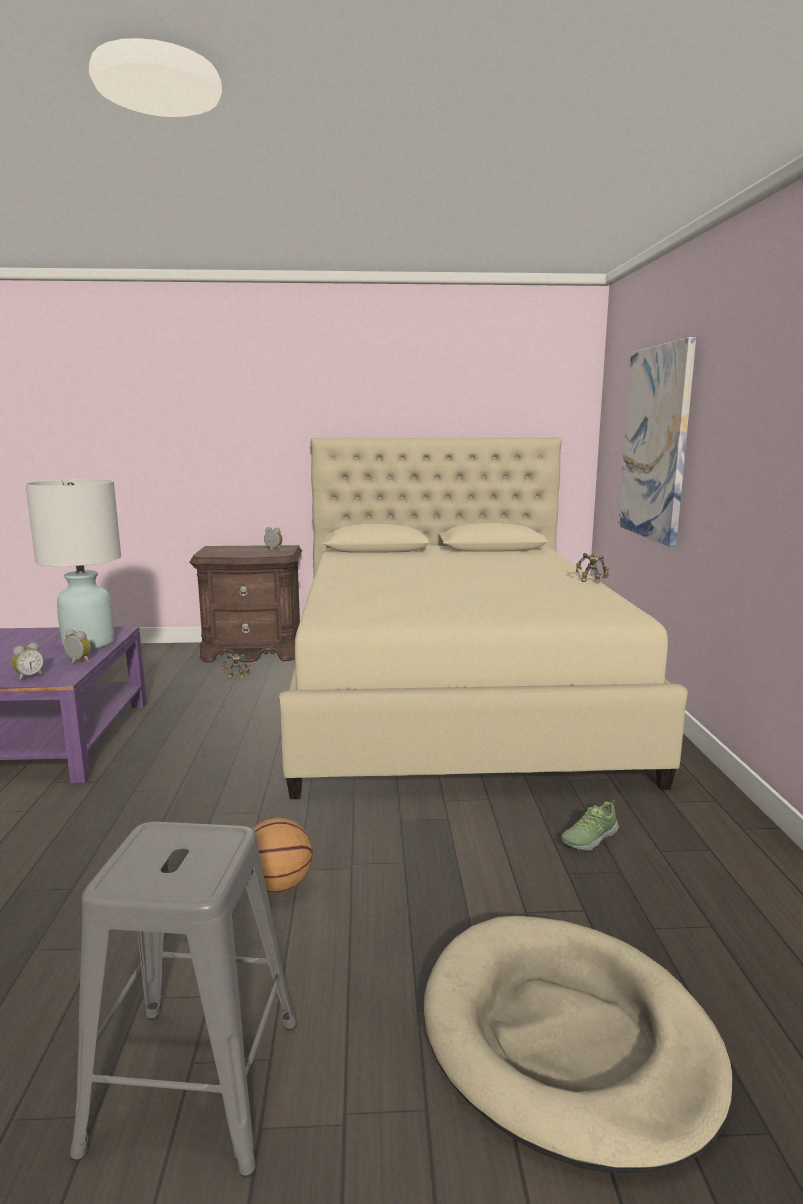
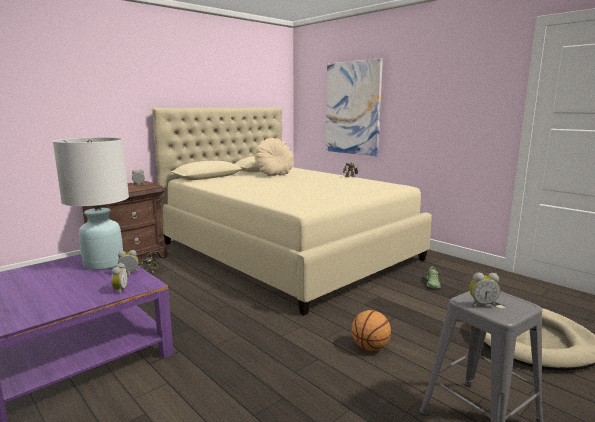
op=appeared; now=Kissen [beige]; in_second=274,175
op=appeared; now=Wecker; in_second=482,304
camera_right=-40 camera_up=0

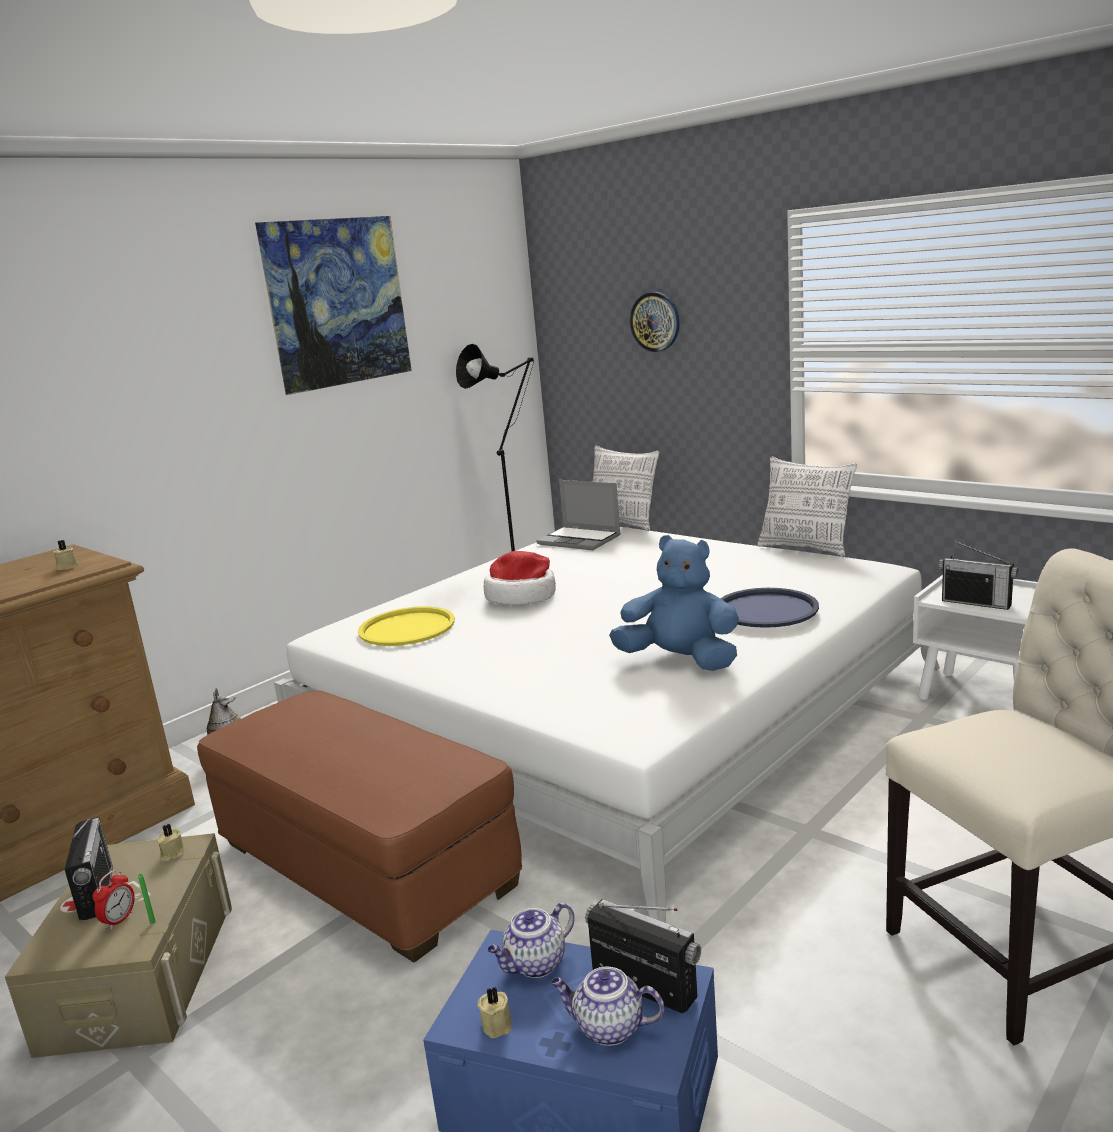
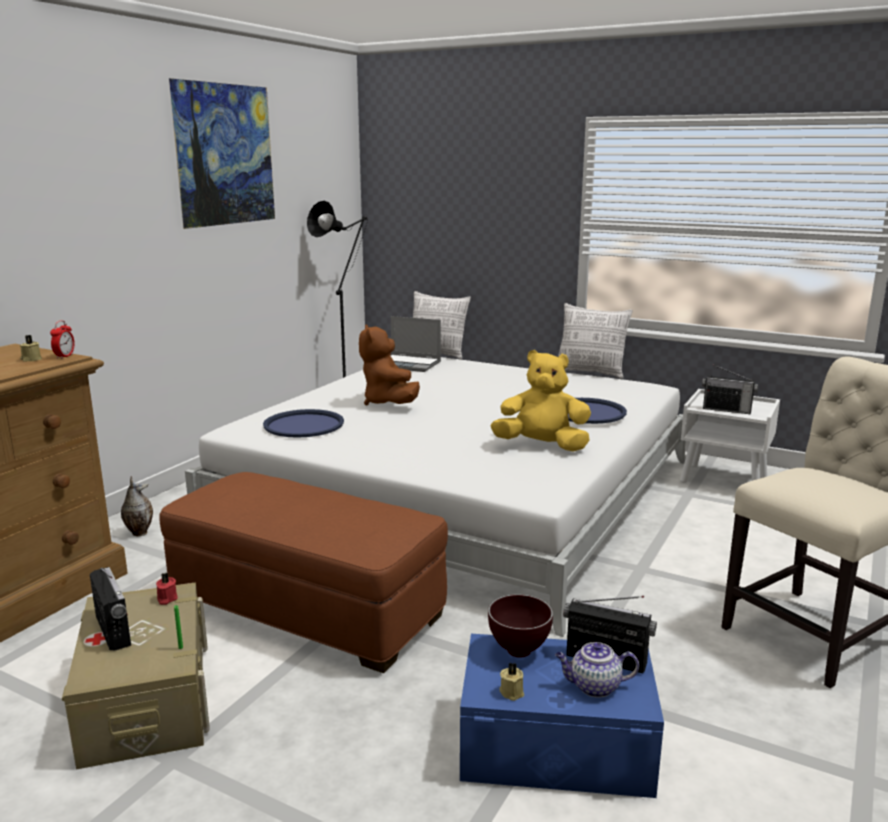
op=missing; was=Wanduhr; in_first=655,321
op=colour; was=Plüschtier [blau]; now=Plüschtier [gelb]; in_first=680,661; in_second=542,446
op=exchanged; was=Hut; now=Plüschtier [braun]; in_first=522,596; in_second=388,403
op=colour; was=Tablett [gelb]; now=Tablett [blau]; in_first=407,628; in_second=304,425
op=colour; was=Kerze [beige]; now=Kerze [rot]; in_first=172,854; in_second=166,599
op=relocated; was=Wecker; in_first=119,920; in_second=64,356
op=exchanged; was=Teekanne; now=Schüssel [braun]; in_first=535,964; in_second=519,652
camera_right=-15 camera_up=0

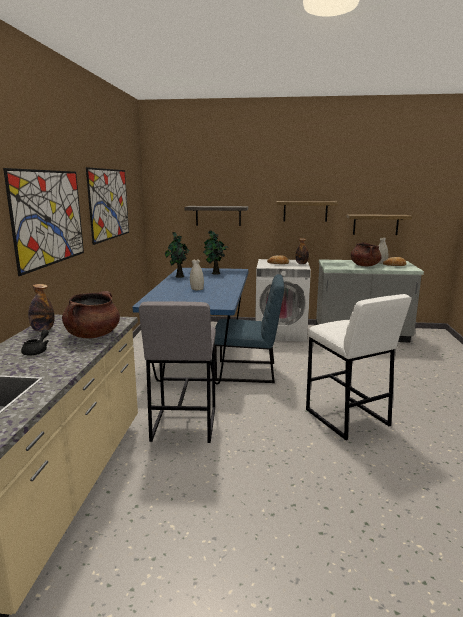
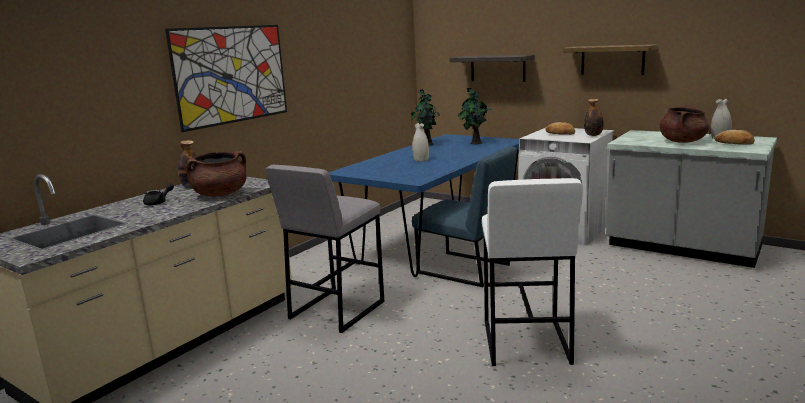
op=missing; was=Bild; in_first=109,204
op=missing; was=Wandregal; in_first=375,224
camera_right=30 camera_up=0

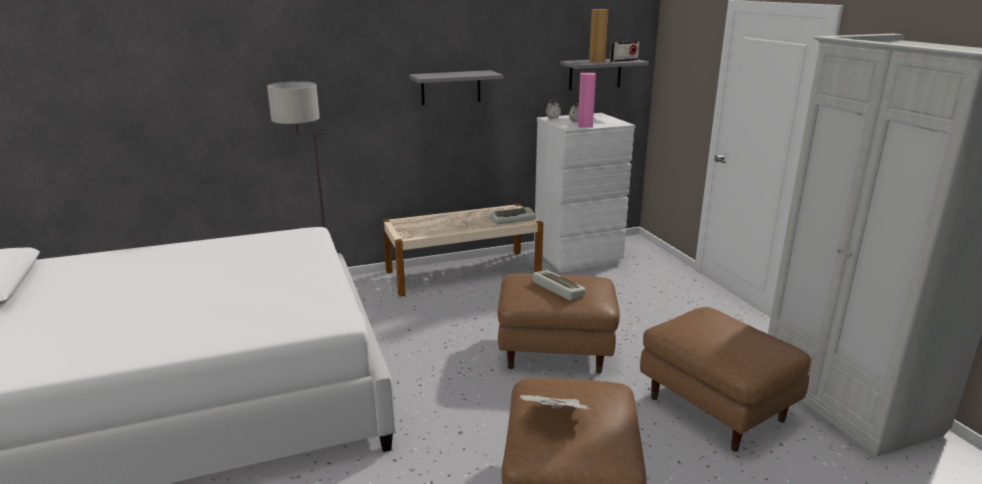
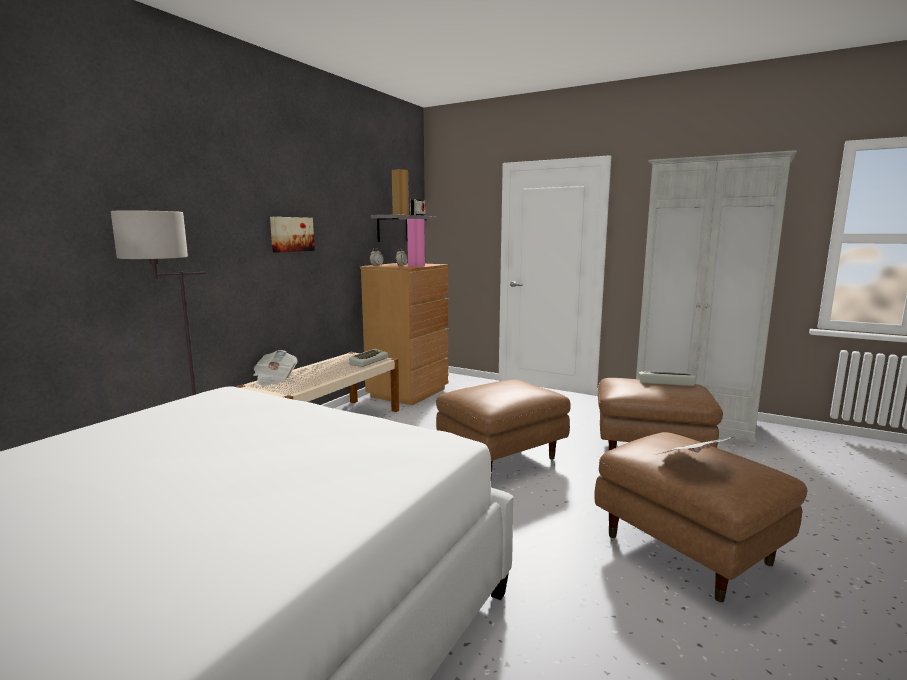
op=exchanged; was=Wandregal [grau]; now=Bild; in_first=451,87; in_second=291,234
op=colour; was=Kommode [weiß]; now=Kommode [braun]; in_first=577,257; in_second=407,392
op=relocated; was=Tastatur; in_first=556,288; in_second=665,382
op=appeared; now=Zeitung; in_second=274,380
camera_right=-40 camera_up=-10

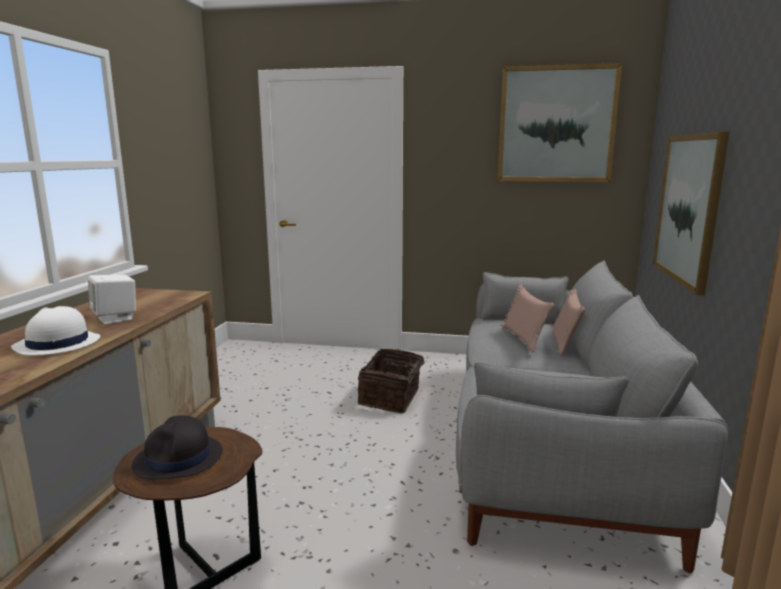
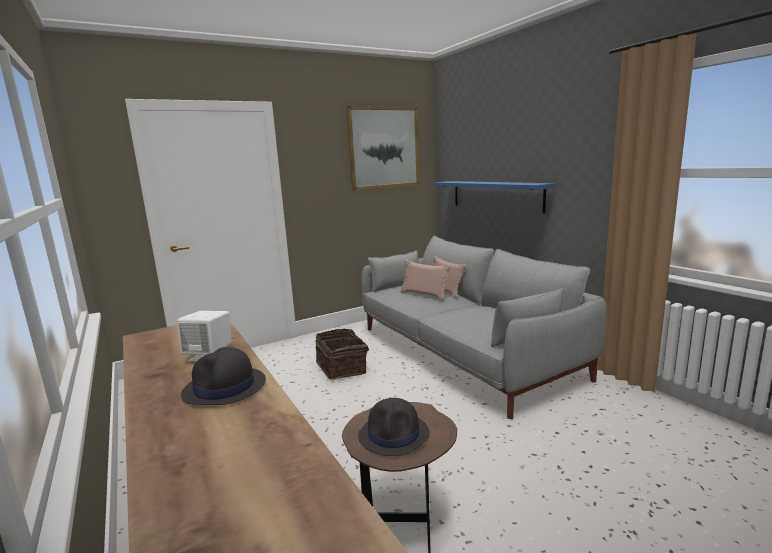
op=exchanged; was=Bild; now=Wandregal [blau]; in_first=688,208; in_second=495,195
op=colour; was=Hut [weiß]; now=Hut [schwarz]; in_first=57,344; in_second=224,388
camera_right=-40 camera_up=0

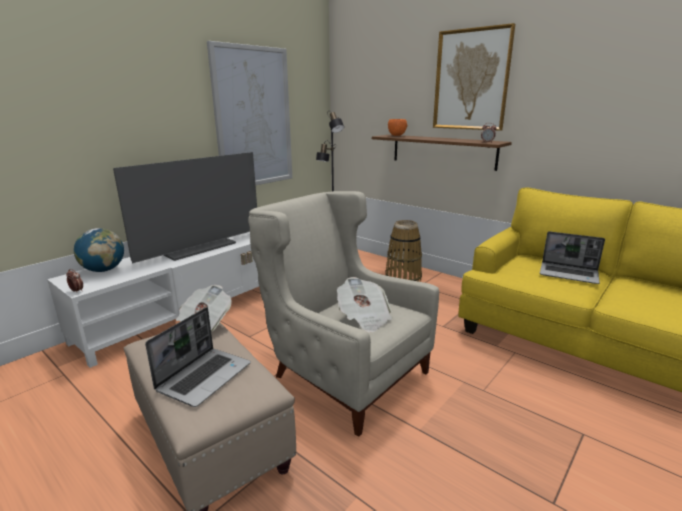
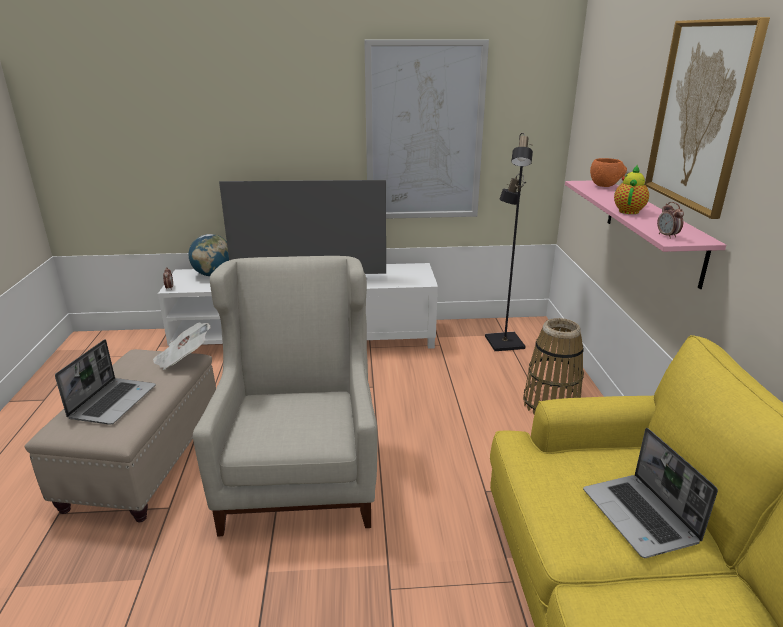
op=colour; was=Wandregal [braun]; now=Wandregal [rosa]; in_first=442,151; in_second=652,229
op=missing; was=Zeitung; in_first=364,318
op=spun; was=Laptop; in_first=205,376; in_second=113,402; clockwise=-60
op=appeared; now=Teekanne; in_second=629,211
camera_right=45 camera_up=5

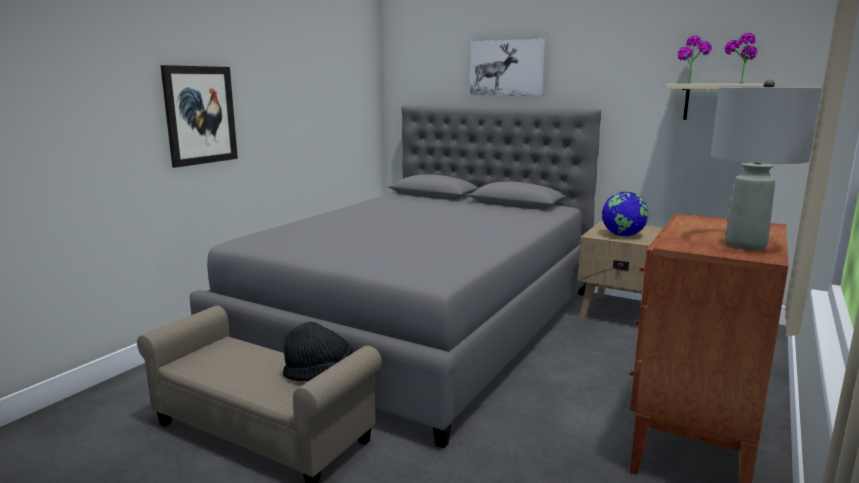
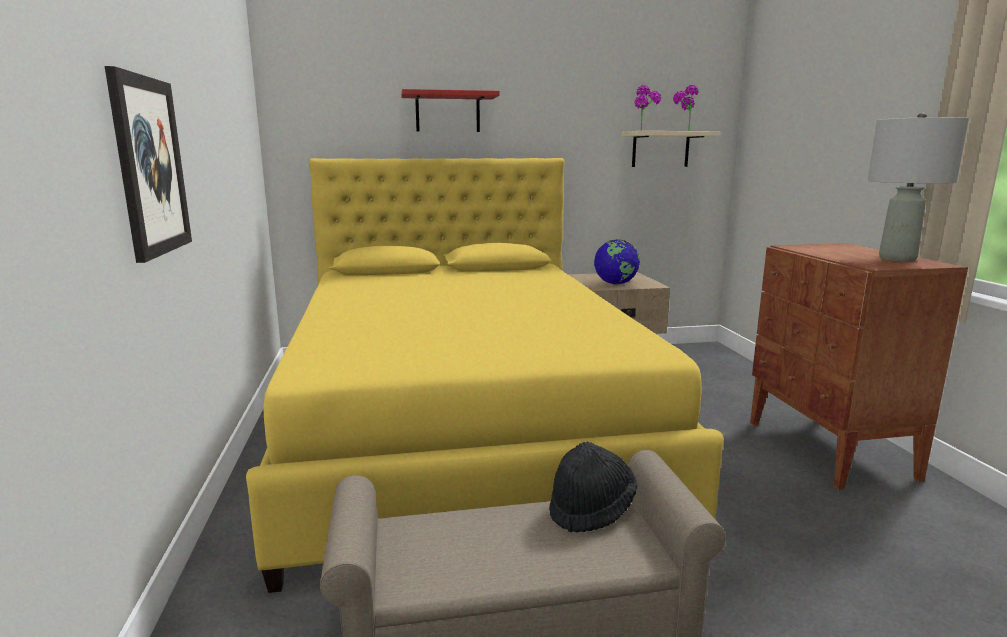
op=exchanged; was=Bild; now=Wandregal [rot]; in_first=507,68; in_second=447,113
op=colour; was=Bett [grau]; now=Bett [gelb]; in_first=422,324; in_second=464,428
camera_right=-40 camera_up=0

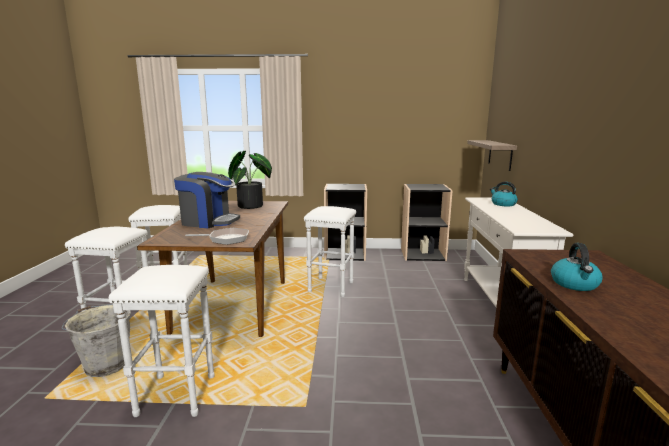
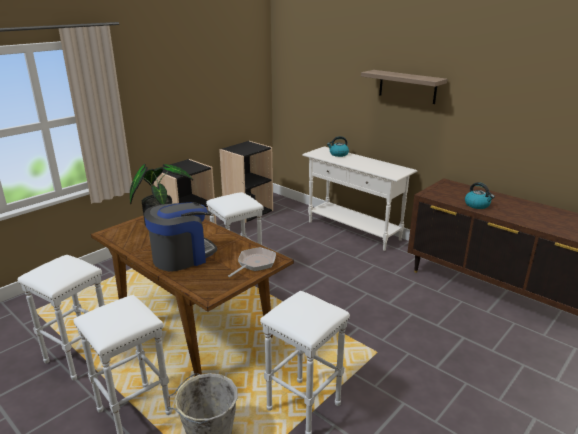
op=relocated; was=Wandregal; in_first=500,154; in_second=407,86
camera_right=-50 camera_up=10

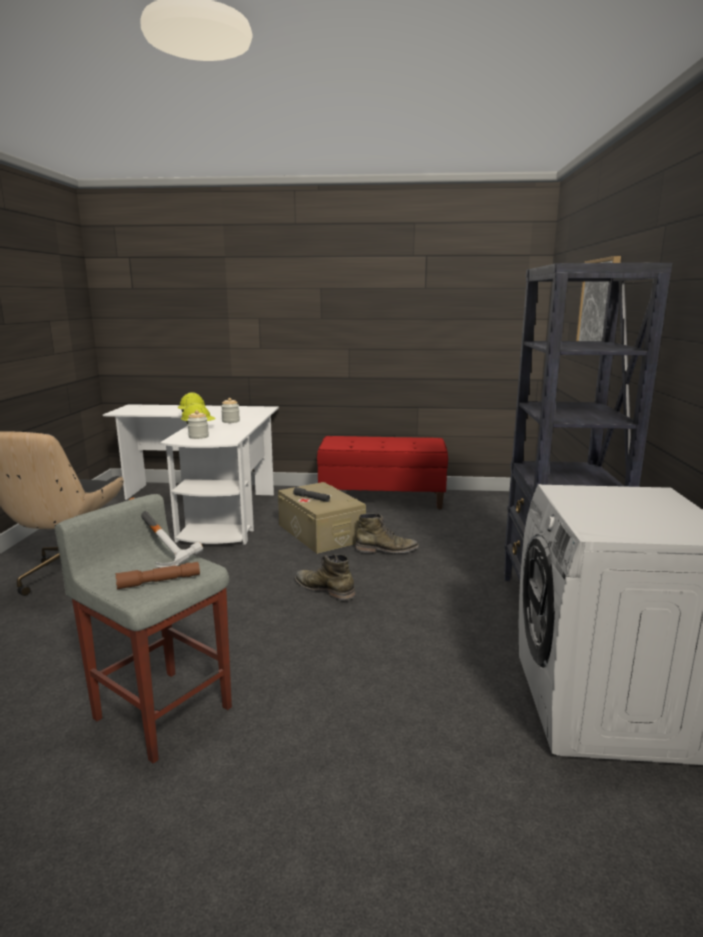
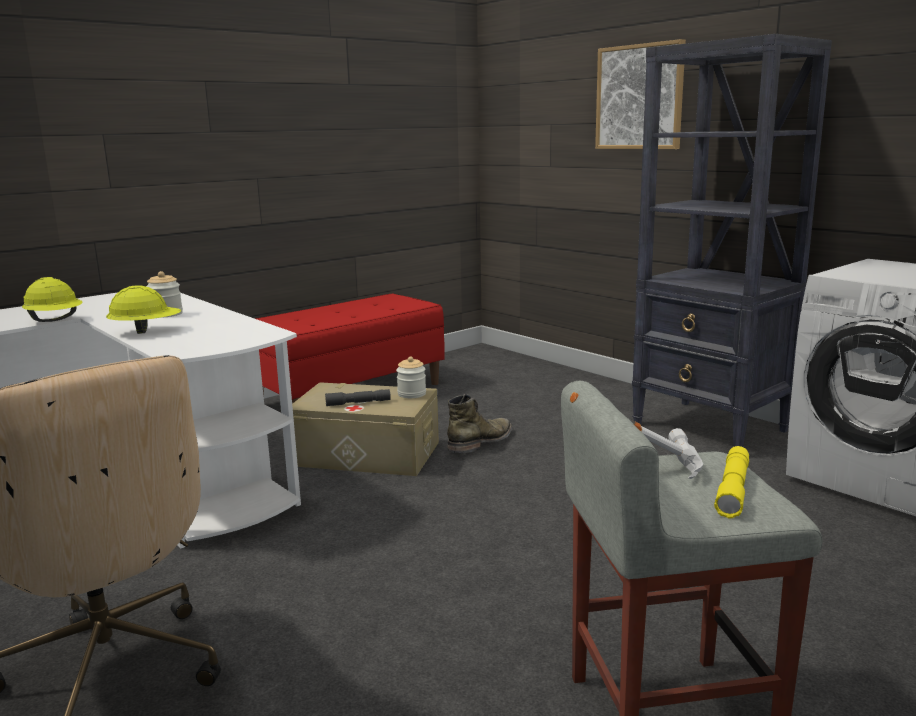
op=relocated; was=Vorratsglas; in_first=198,437; in_second=411,394
op=missing; was=Stiefel [grün]; in_first=324,589
op=colour; was=Taschenlampe [braun]; now=Taschenlampe [gelb]; in_first=159,581; in_second=733,490
camera_right=-45 camera_up=0

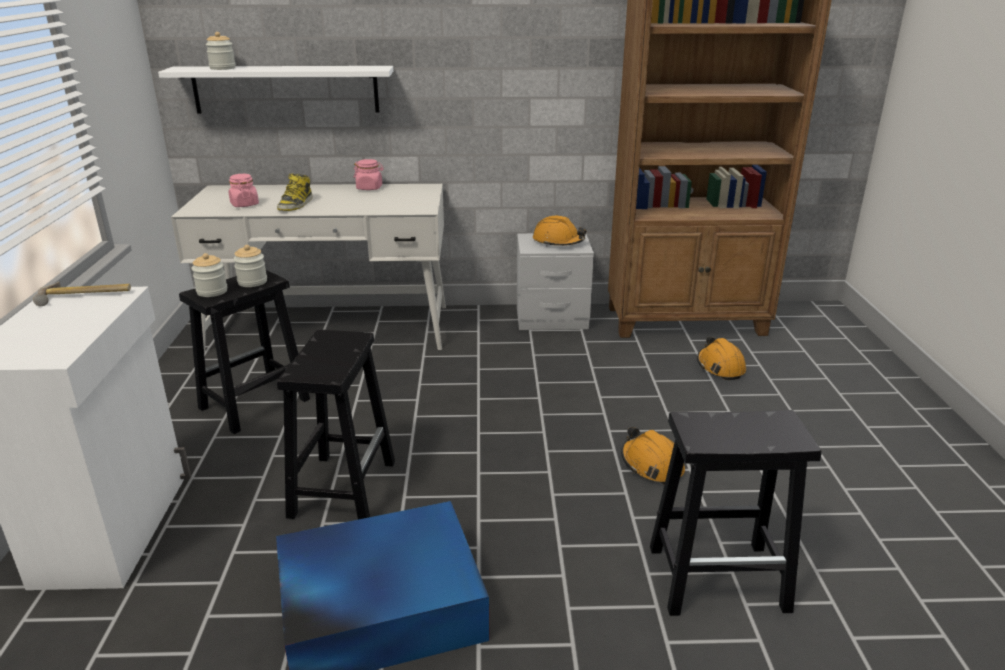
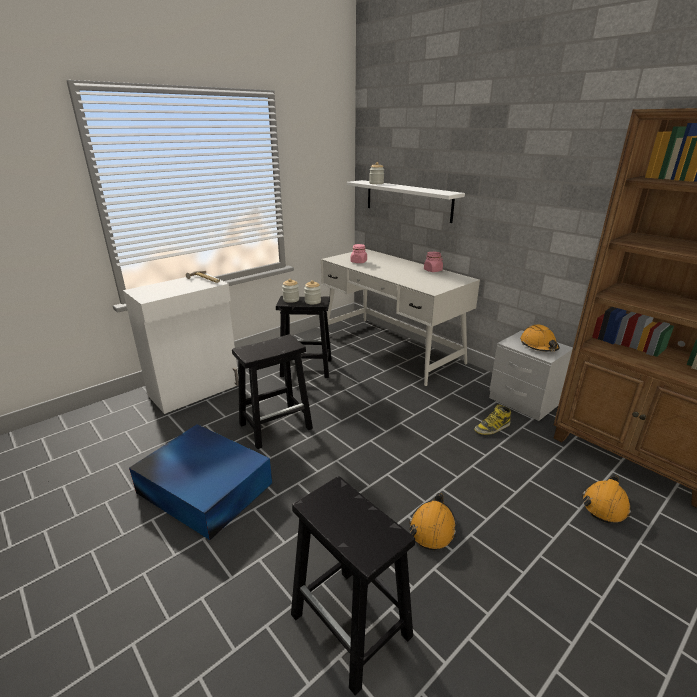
op=relocated; was=Stiefel; in_first=296,205; in_second=492,428
camera_right=50 camera_up=0

